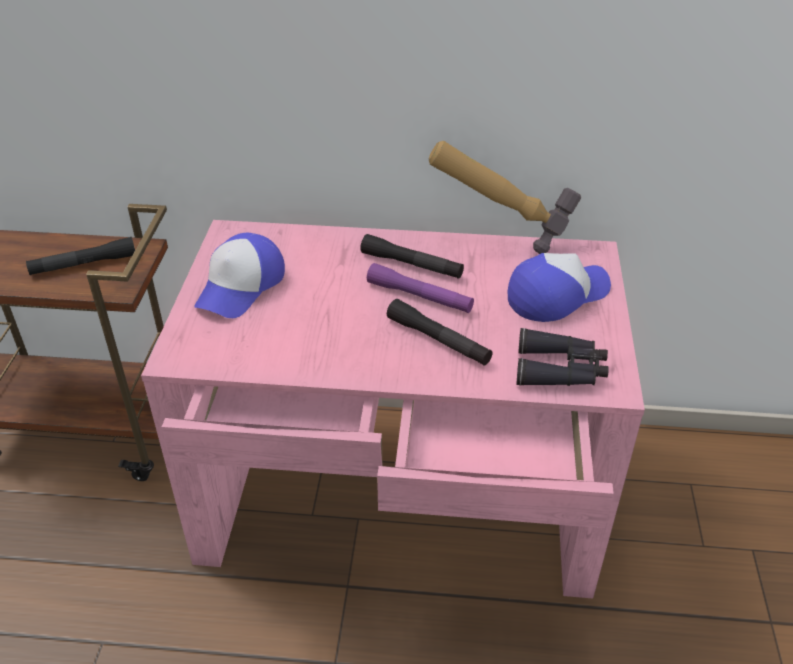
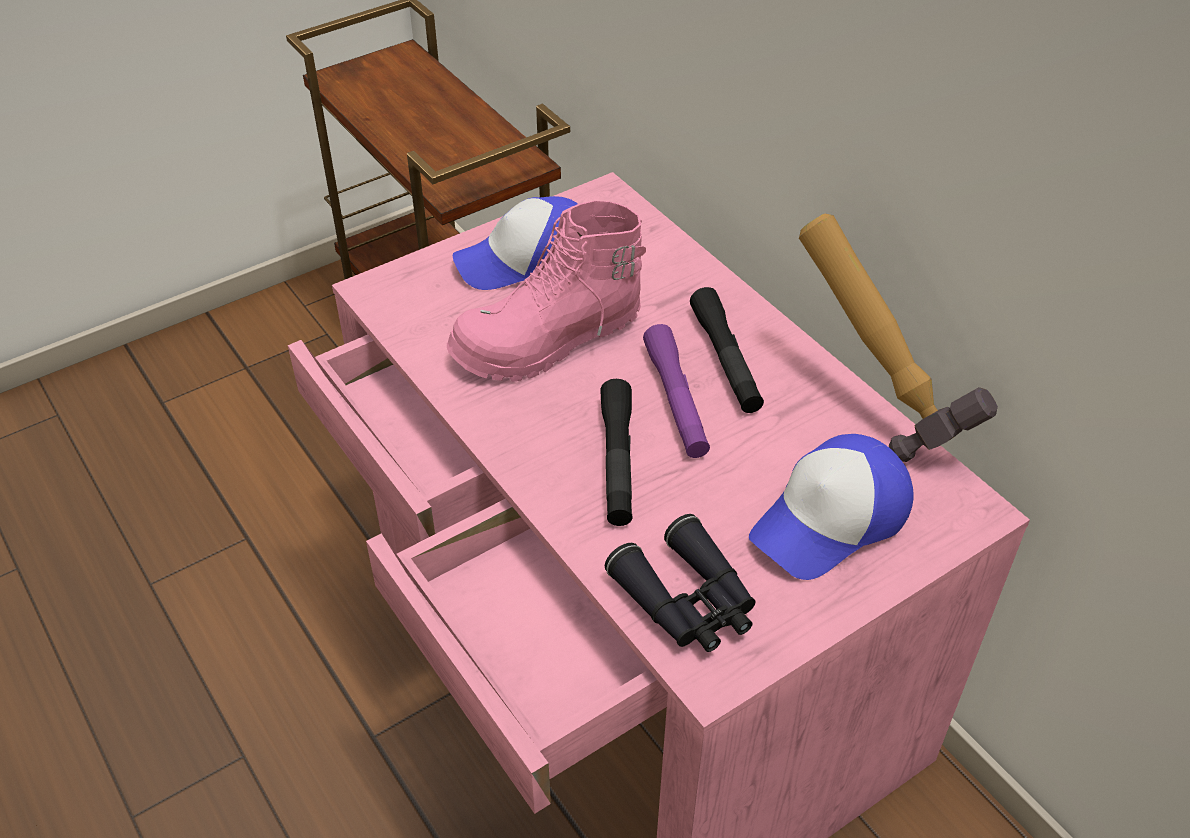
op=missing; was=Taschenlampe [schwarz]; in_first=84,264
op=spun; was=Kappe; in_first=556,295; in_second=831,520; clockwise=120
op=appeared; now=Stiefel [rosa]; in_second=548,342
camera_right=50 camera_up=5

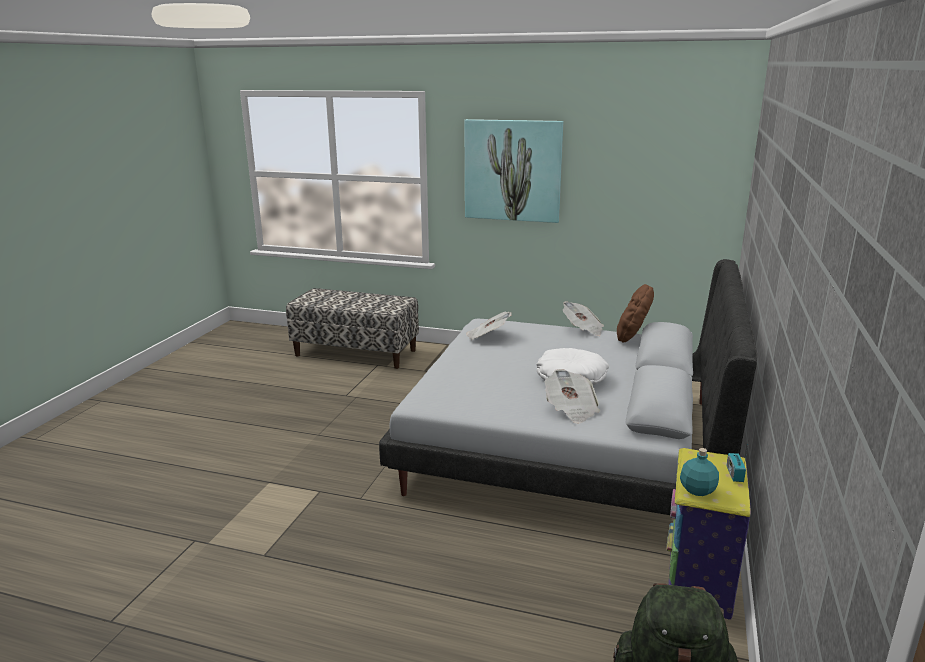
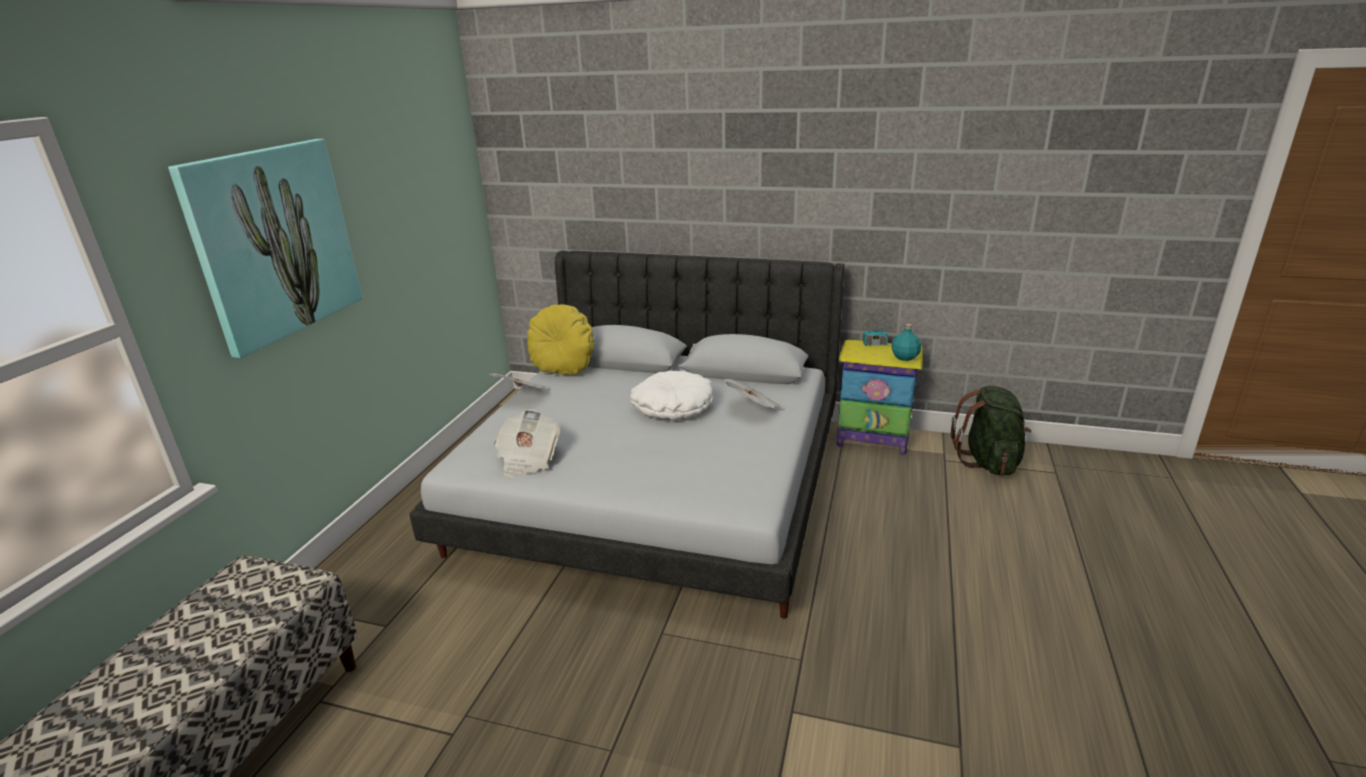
op=colour; was=Kissen [braun]; now=Kissen [gelb]; in_first=632,339; in_second=563,370
camera_right=-90 camera_up=5

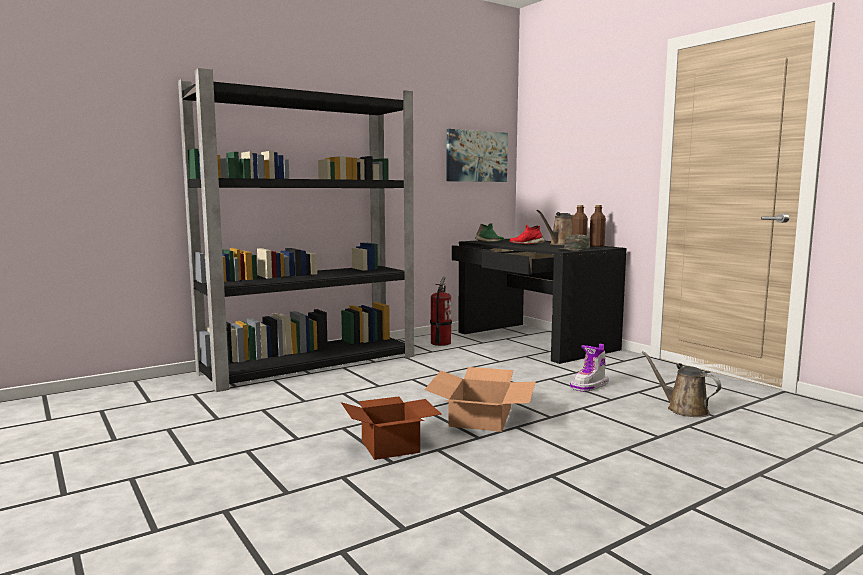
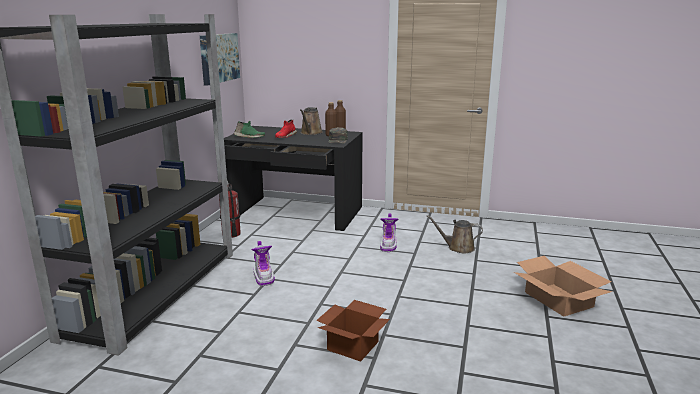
op=relocated; was=Karton; in_first=481,416; in_second=558,299
op=appeared; now=Stiefel; in_second=263,277
camera_right=-40 camera_up=10

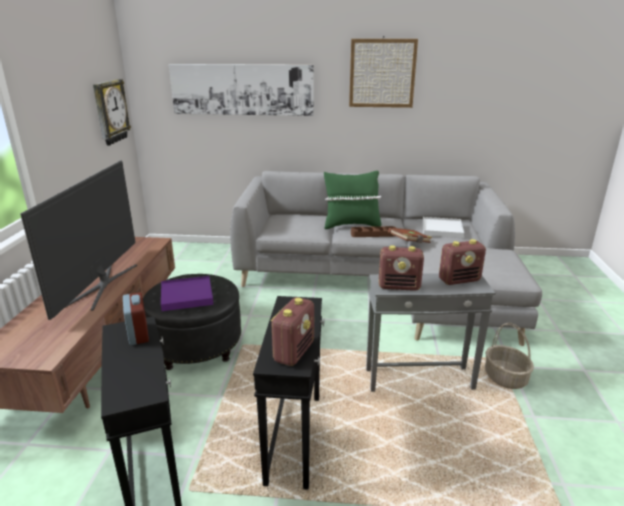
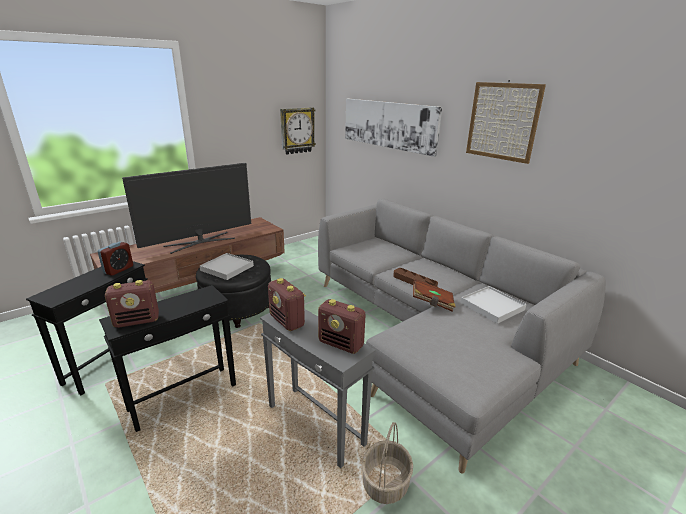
op=missing; was=Kissen [grün]; in_first=351,225
op=colour; was=Tablett [lila]; now=Tablett [weiß]; in_first=186,296; in_second=227,268
camera_right=45 camera_up=0

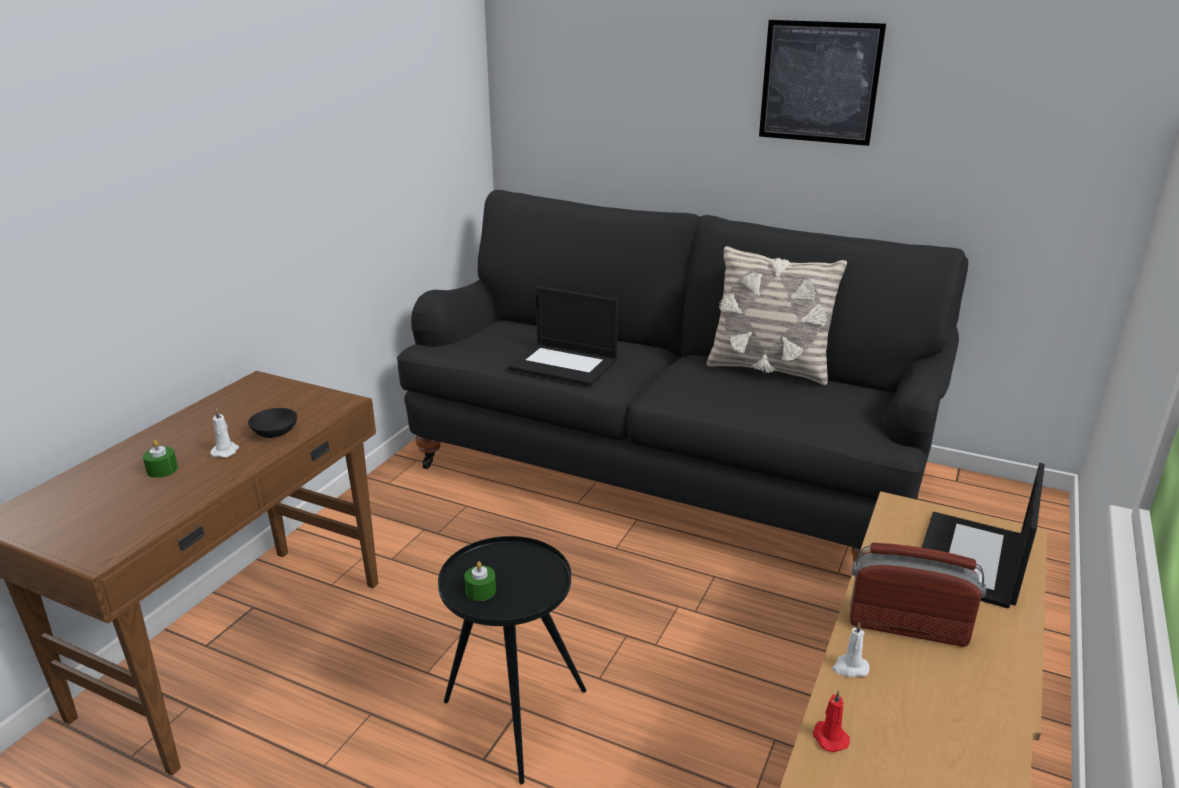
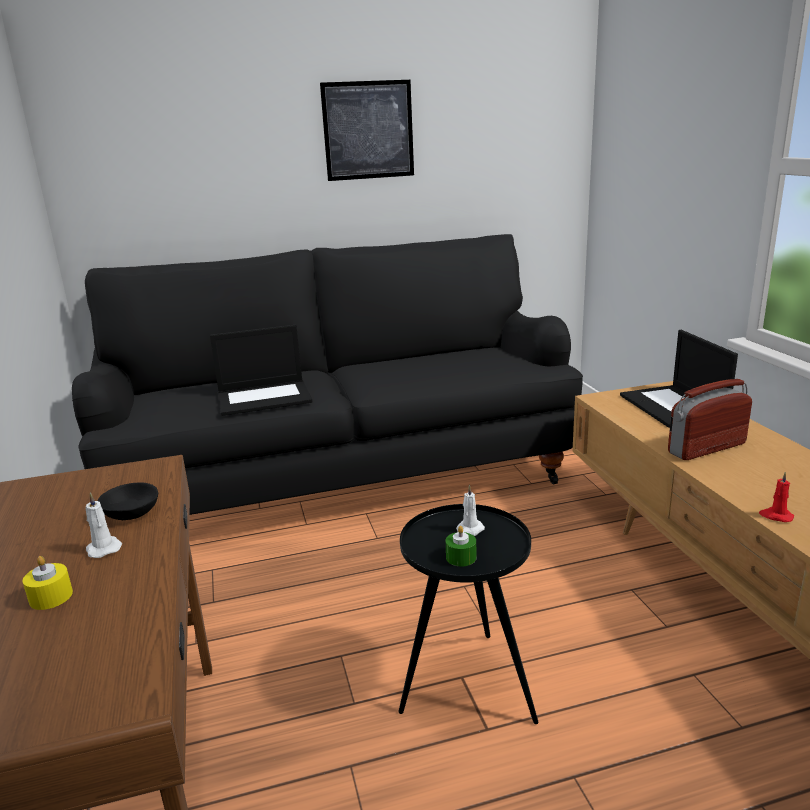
op=missing; was=Kissen [beige]; in_first=768,369
op=colour; was=Kerze [grün]; now=Kerze [gelb]; in_first=162,470; in_second=51,597
op=relocated; was=Kerze [weiß]; in_first=850,668; in_second=469,530
camera_right=-40 camera_up=-5

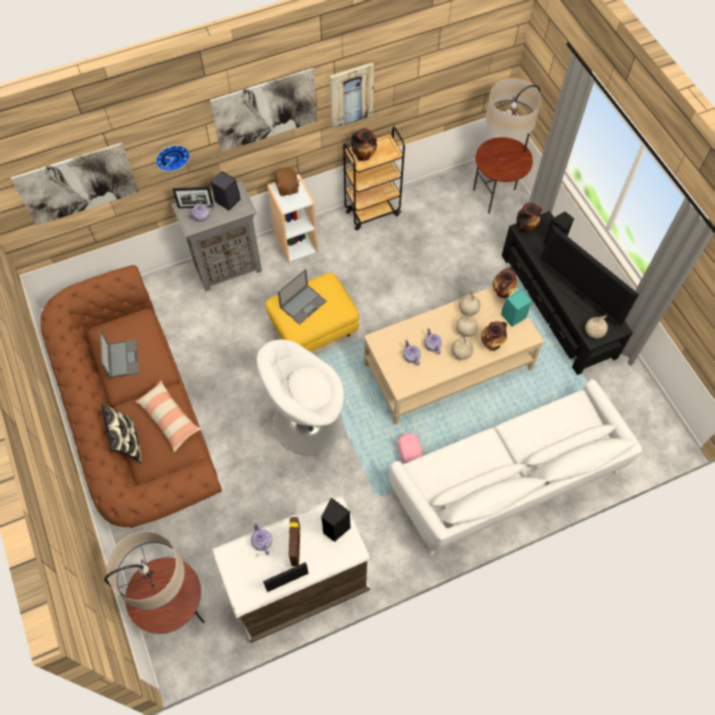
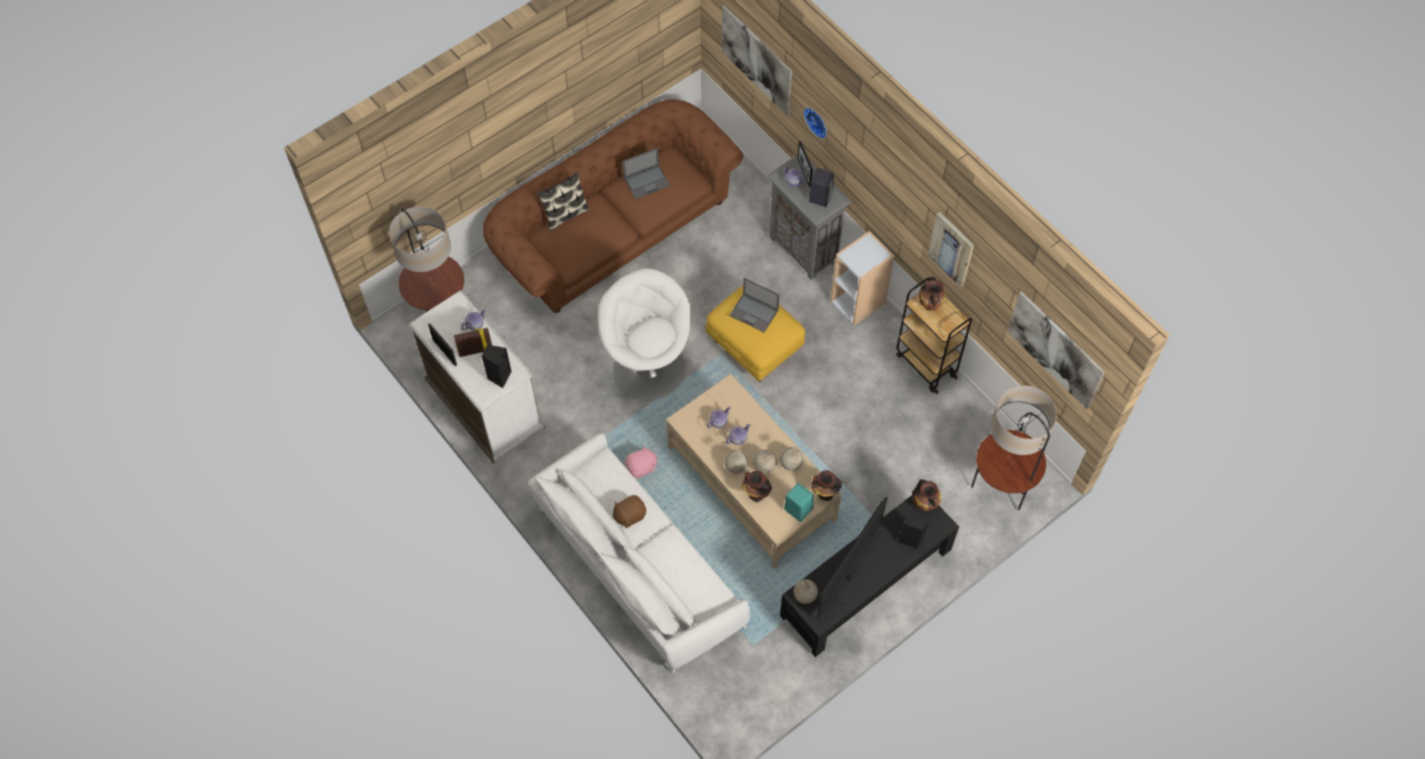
op=relocated; was=Bild; in_first=265,110; in_second=1055,350
op=relocated; was=Plüschtier [braun]; in_first=287,188; in_second=629,515
op=missing; was=Kissen; in_first=169,418
camera_right=75 camera_up=0

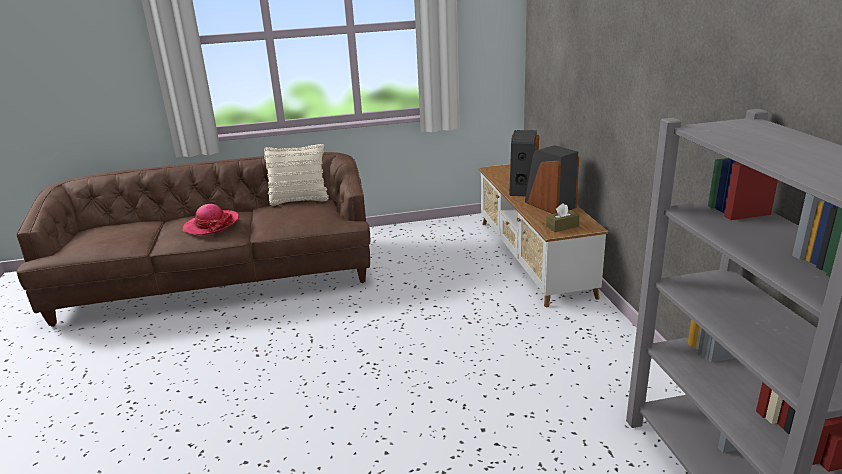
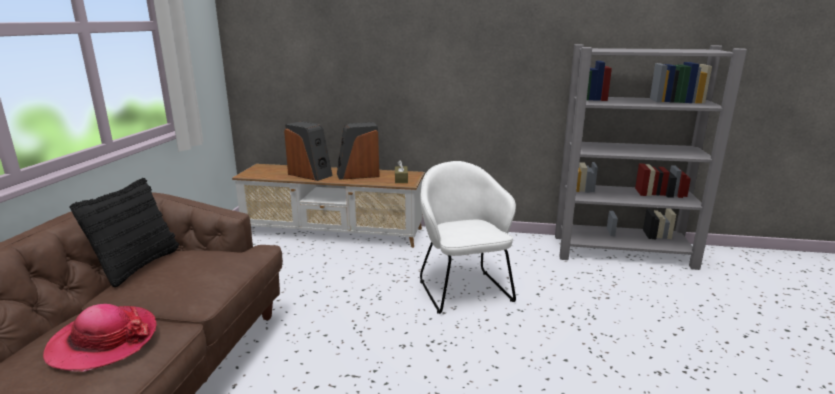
op=colour; was=Kissen [beige]; now=Kissen [schwarz]; in_first=300,200; in_second=137,266
op=appeared; now=Sessel [weiß]; in_second=463,288
camera_right=-70 camera_up=-5

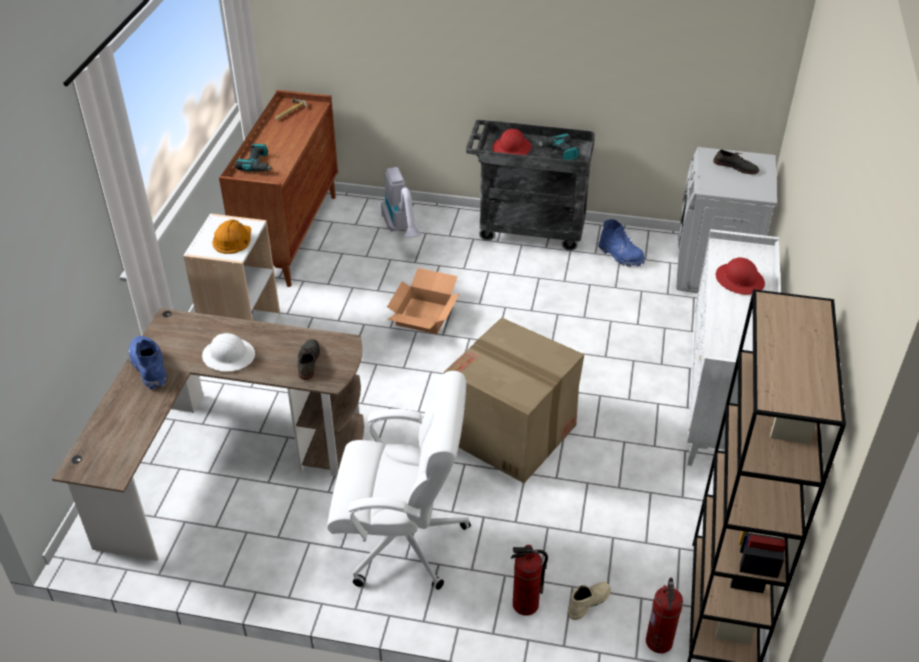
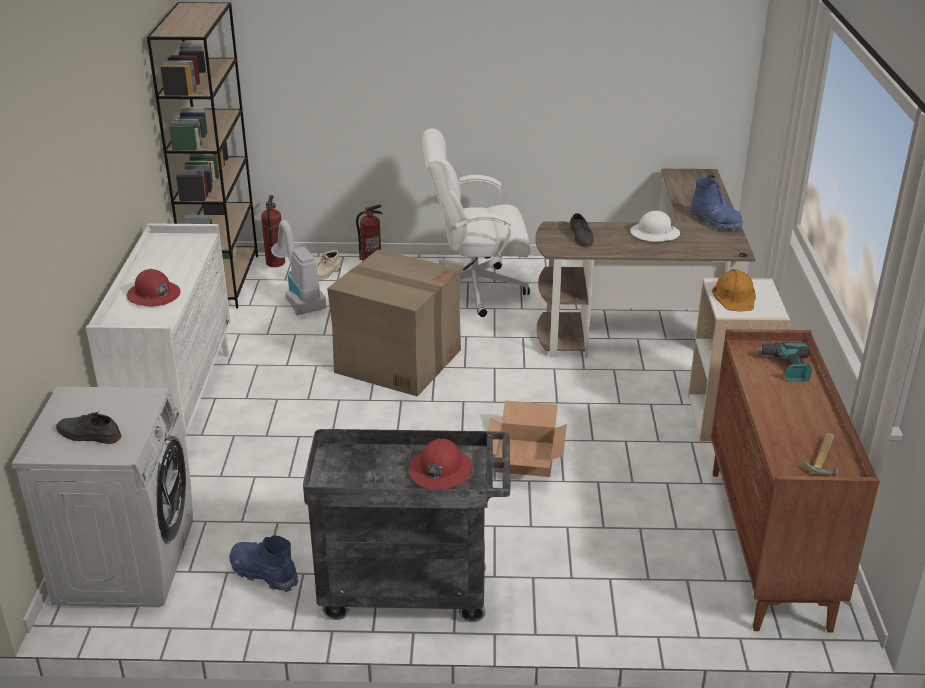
op=missing; was=Bohrmaschine; in_first=559,152
op=relocated; was=Staubsauger; in_first=402,230; in_second=299,297
camera_right=170 camera_up=-10

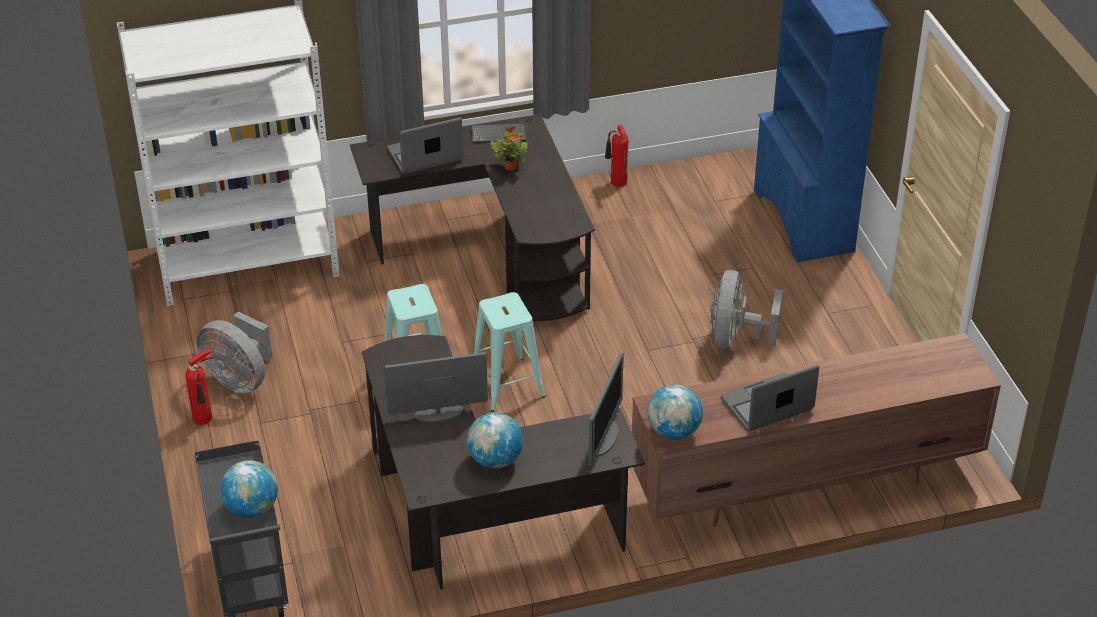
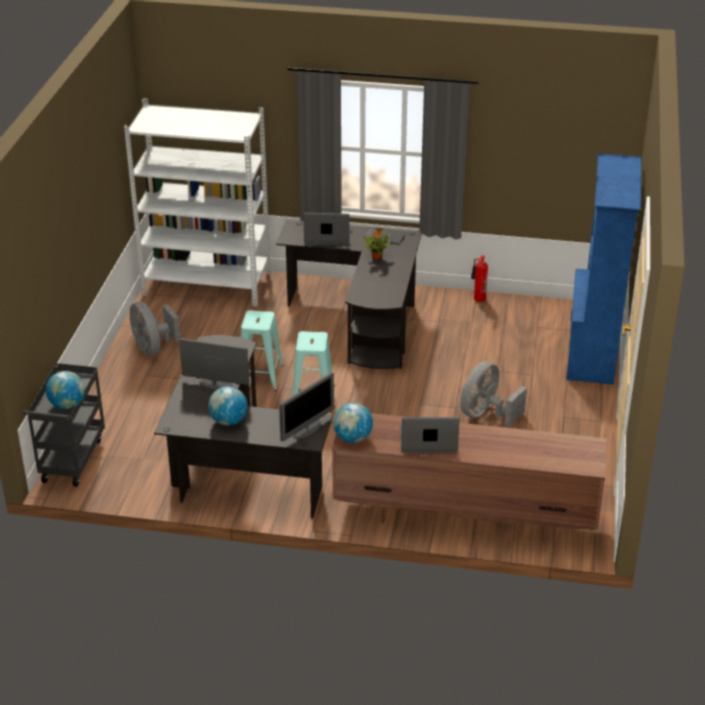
op=missing; was=Feuerlöscher; in_first=204,419
camera_right=25 camera_up=-5

